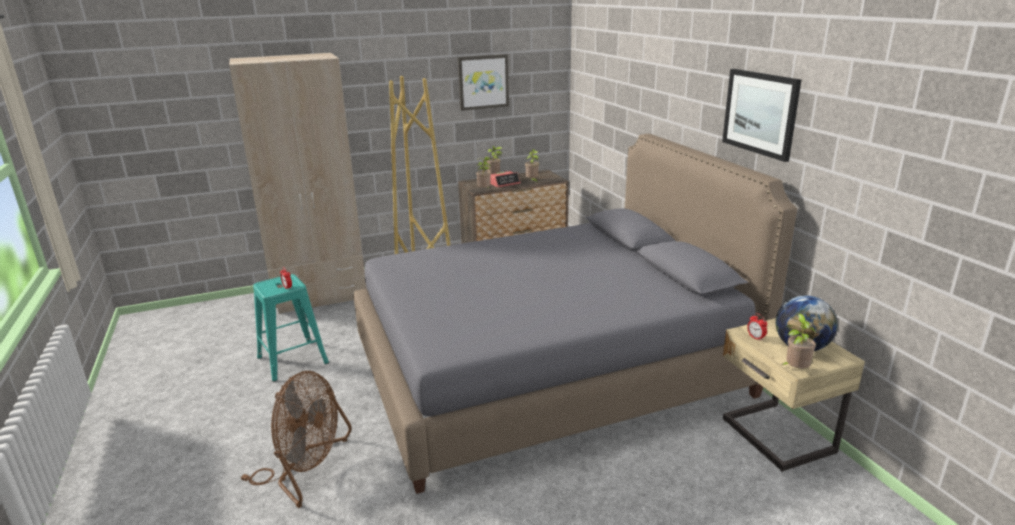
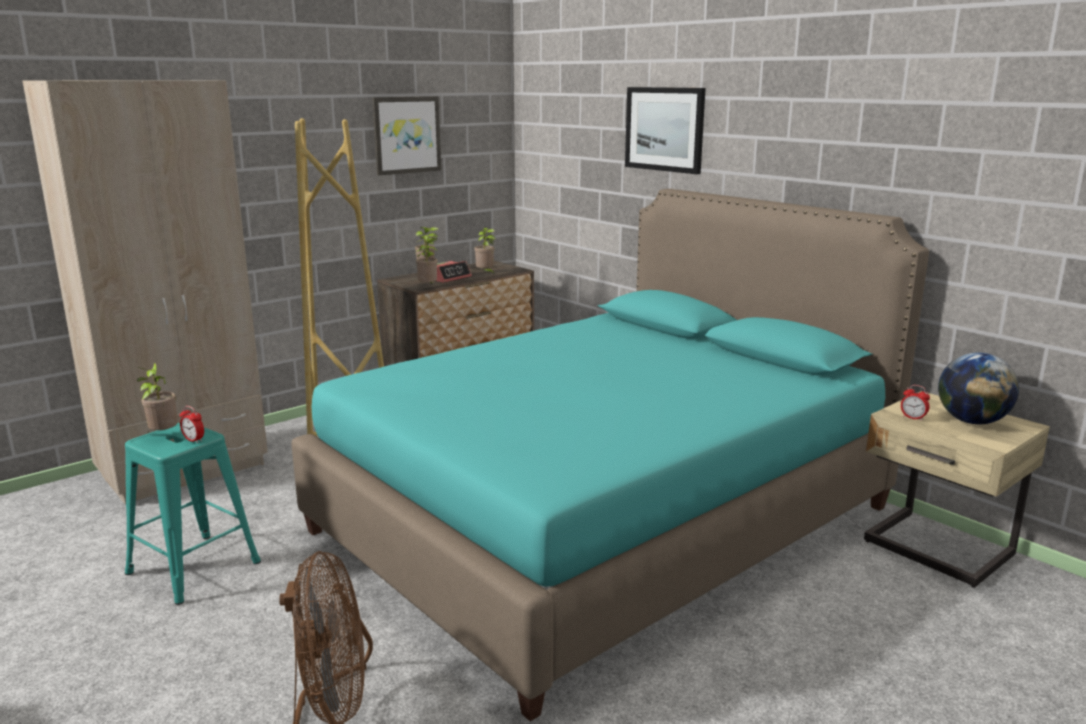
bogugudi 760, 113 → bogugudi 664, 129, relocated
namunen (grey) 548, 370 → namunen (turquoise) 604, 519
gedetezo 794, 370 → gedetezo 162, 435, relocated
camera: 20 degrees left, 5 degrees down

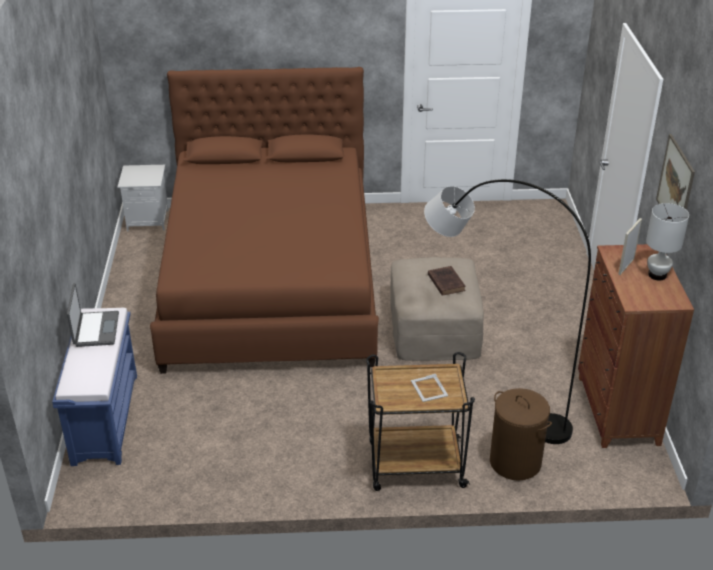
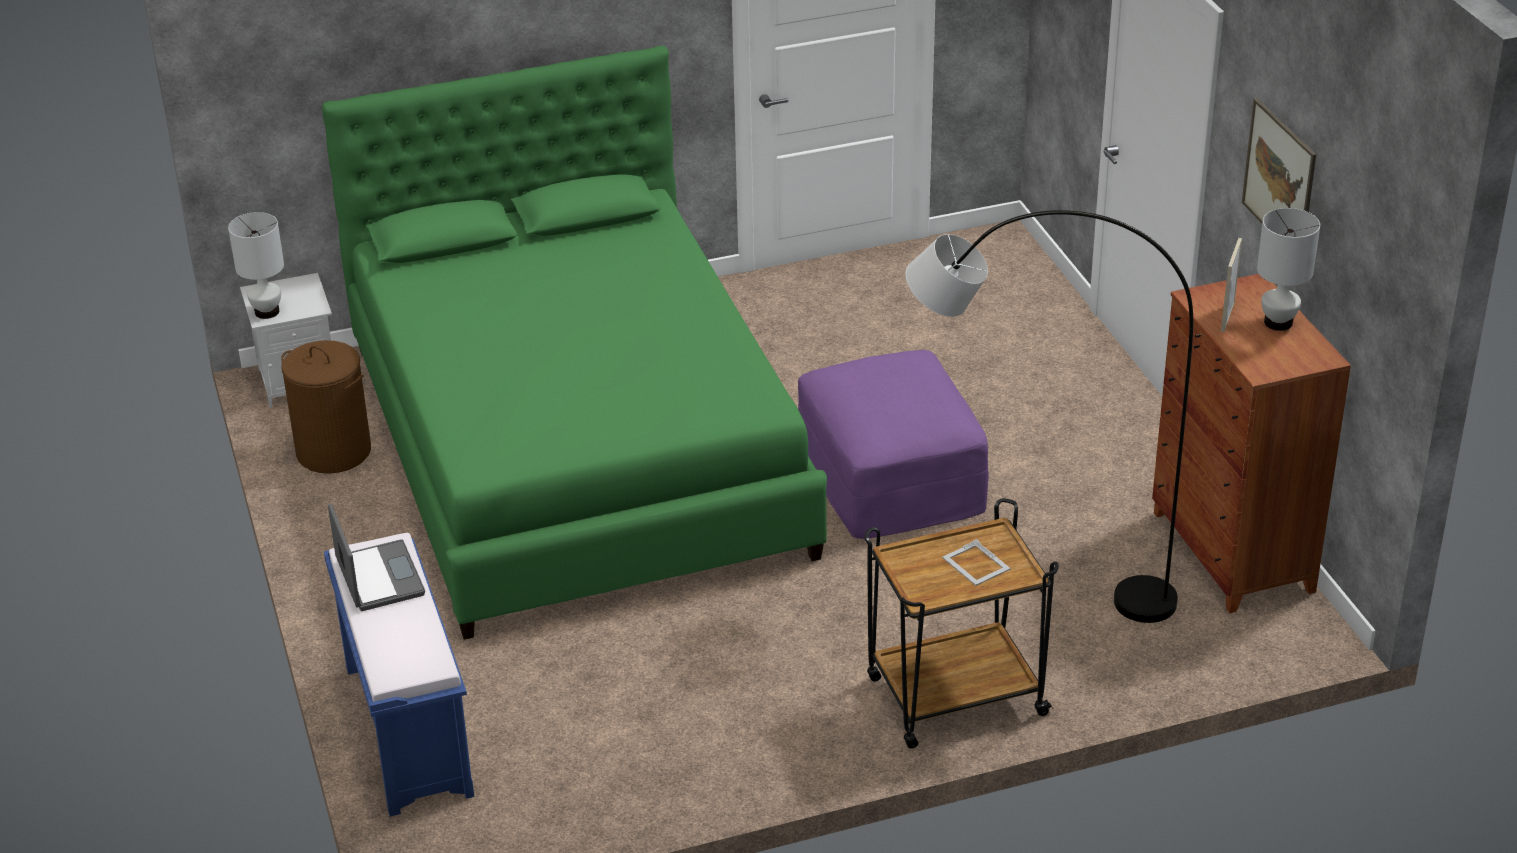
namunen (brown) 271, 280 → namunen (green) 577, 448
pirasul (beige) 434, 327 → pirasul (purple) 891, 475
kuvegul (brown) 445, 282 → -
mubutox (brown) 515, 462 → mubutox (brown) 334, 452, relocated
- → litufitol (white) 267, 311
camera: 15 degrees left, 0 degrees up

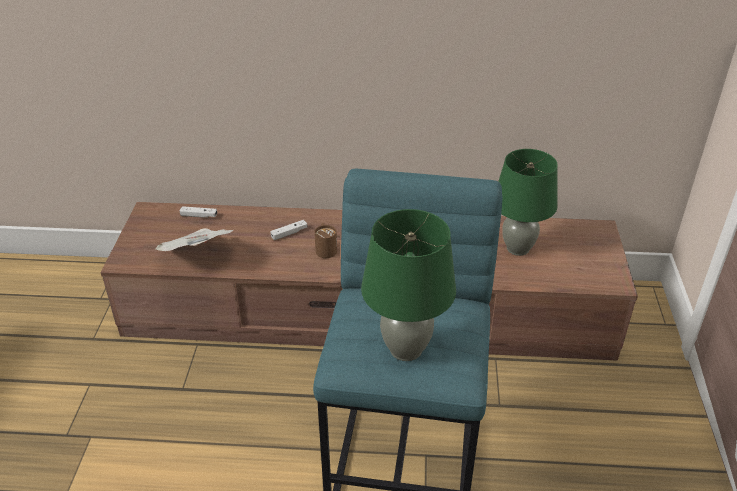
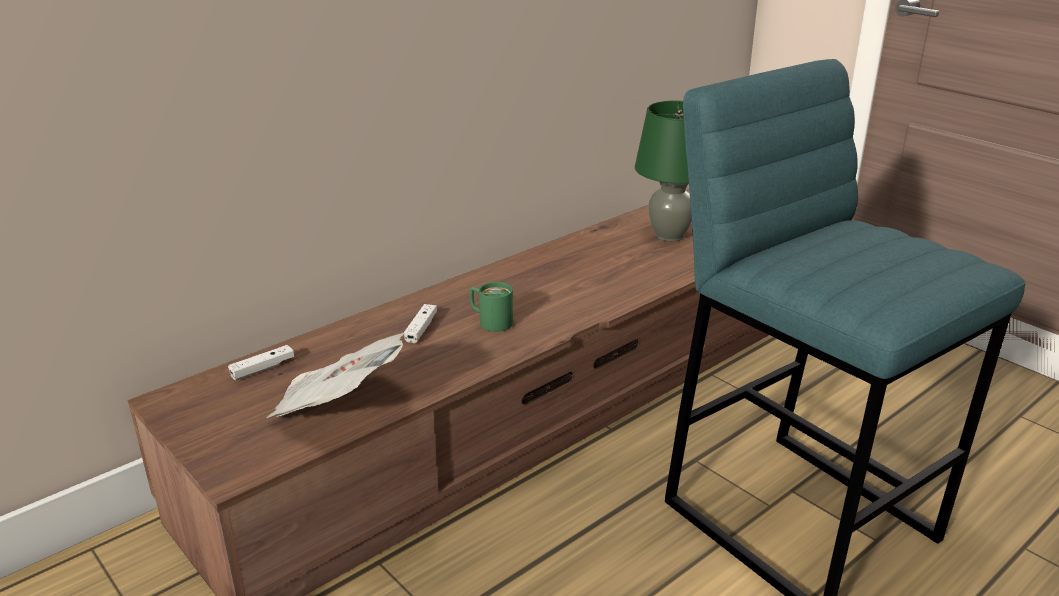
litufitol (green) 405, 349 → -
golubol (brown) 325, 248 → golubol (green) 490, 321
camera: 45 degrees left, 10 degrees down

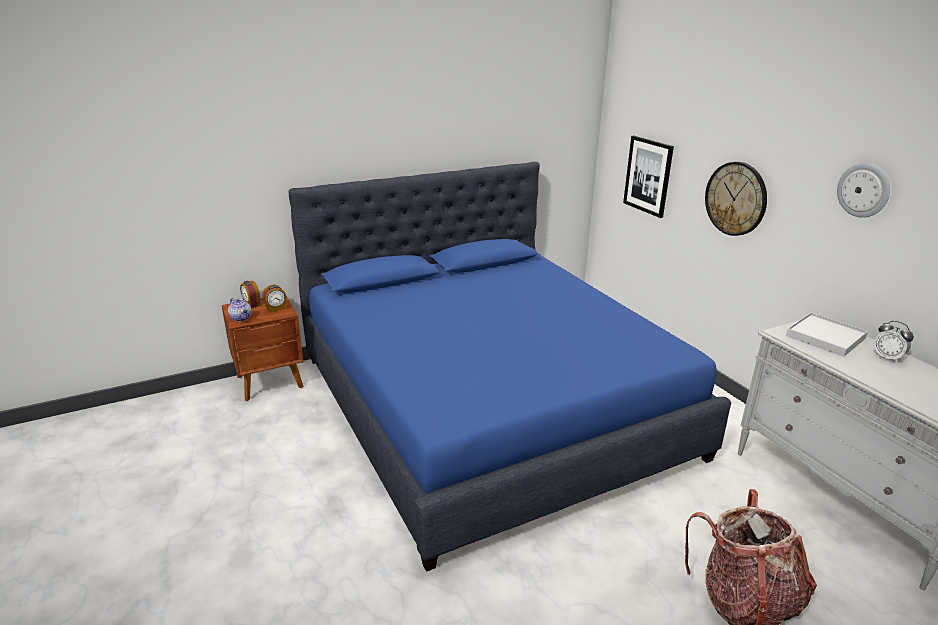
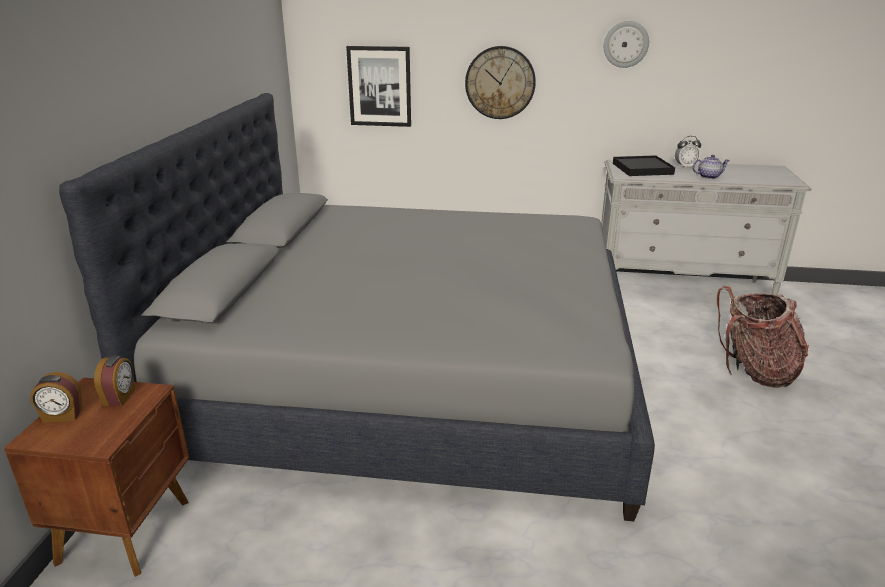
namunen (blue) 488, 404 → namunen (grey) 411, 375
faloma 241, 318 → faloma 708, 176, relocated
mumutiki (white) 825, 337 → mumutiki (black) 642, 169
camera: 55 degrees left, 0 degrees up

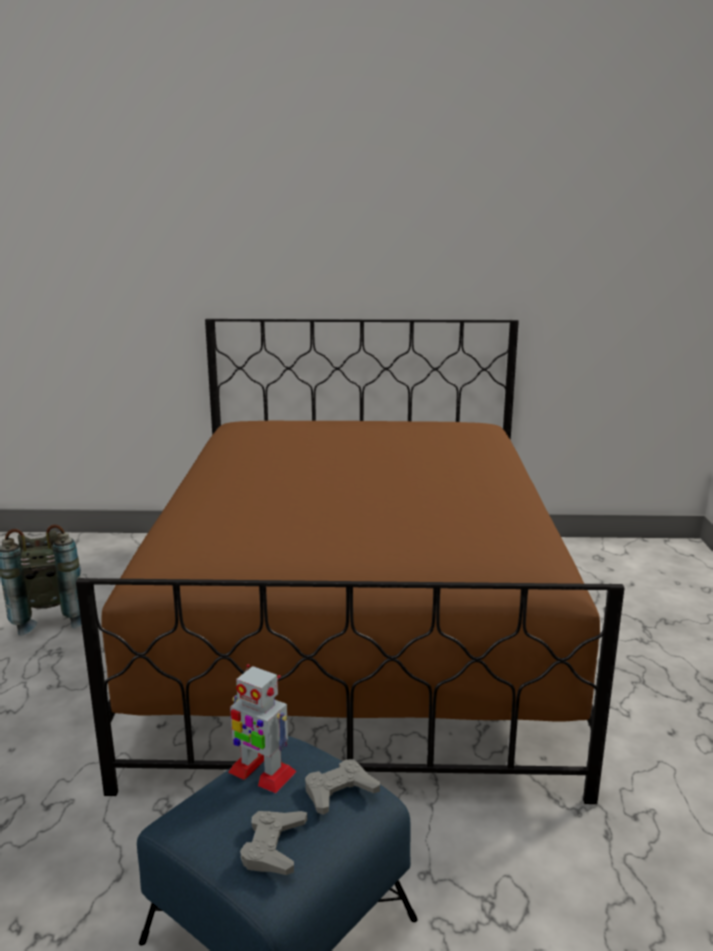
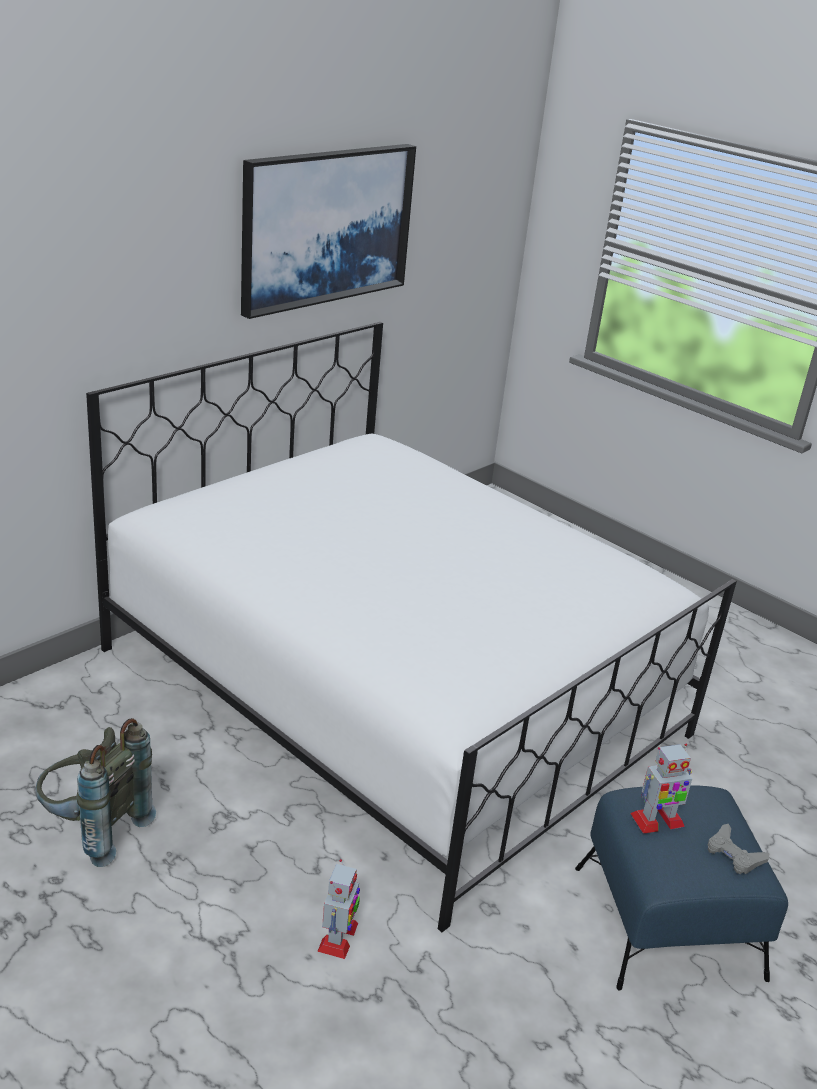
namunen (brown) 356, 632 → namunen (white) 391, 690
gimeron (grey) 339, 792 → -
- → bogugudi 326, 226
- → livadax 338, 938
camera: 50 degrees left, 10 degrees up

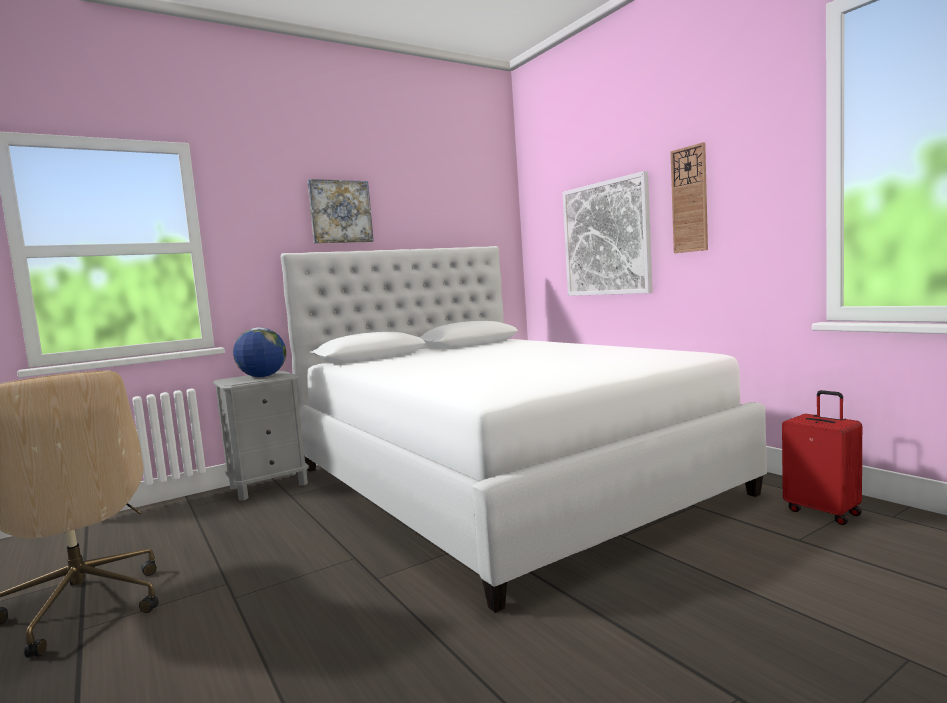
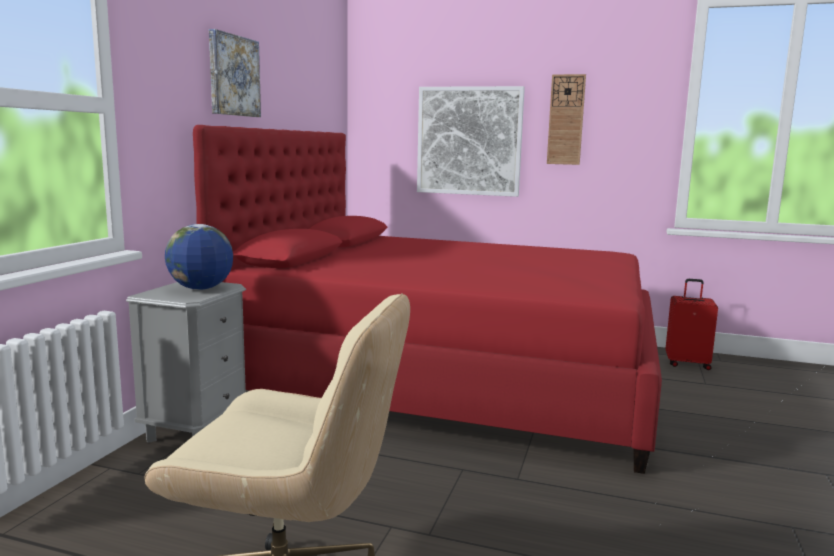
namunen (white) 501, 480 → namunen (red) 447, 378
camera: 40 degrees left, 5 degrees up

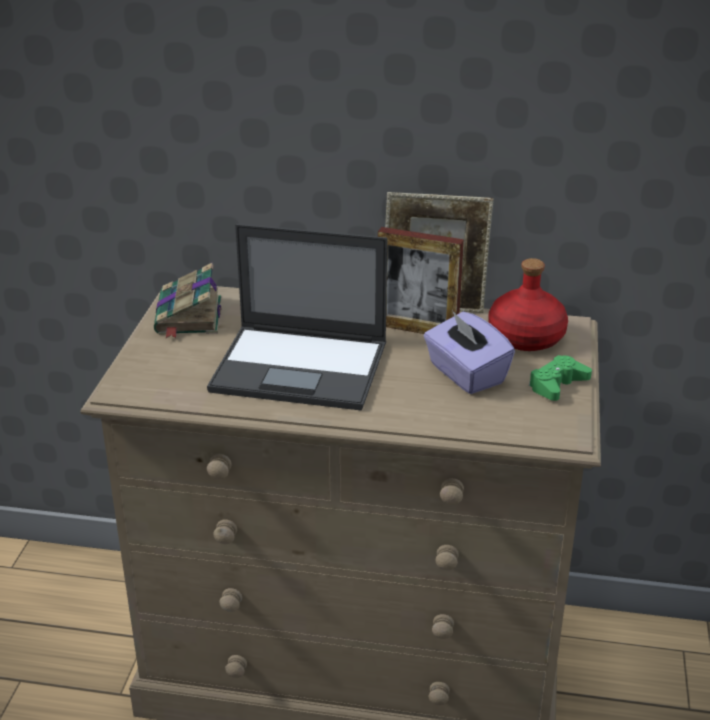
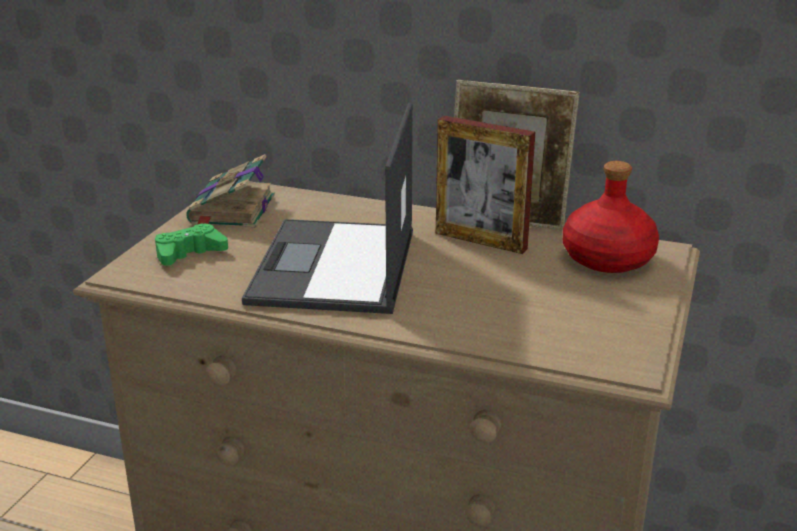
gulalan 302, 367 → gulalan 334, 268, 75 degrees clockwise
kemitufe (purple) 465, 374 → -
gimeron (green) 557, 385 → gimeron (green) 189, 253, relocated
camera: 10 degrees right, 5 degrees down

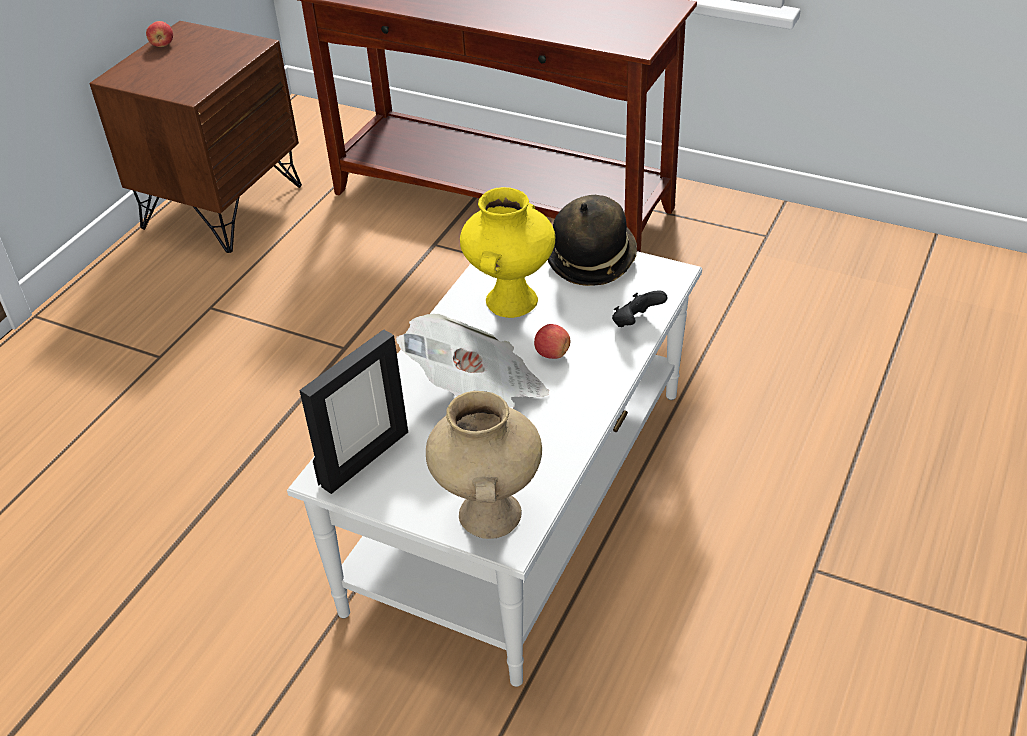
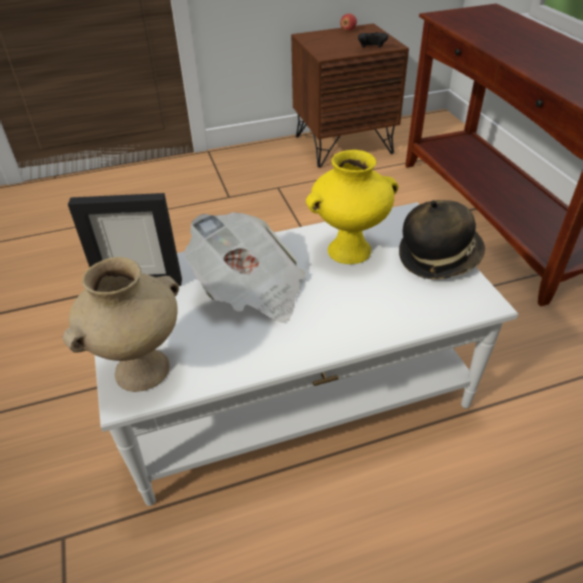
gimeron (black) 636, 323 → gimeron (black) 371, 49, relocated
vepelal 552, 354 → -
camera: 45 degrees right, 0 degrees up

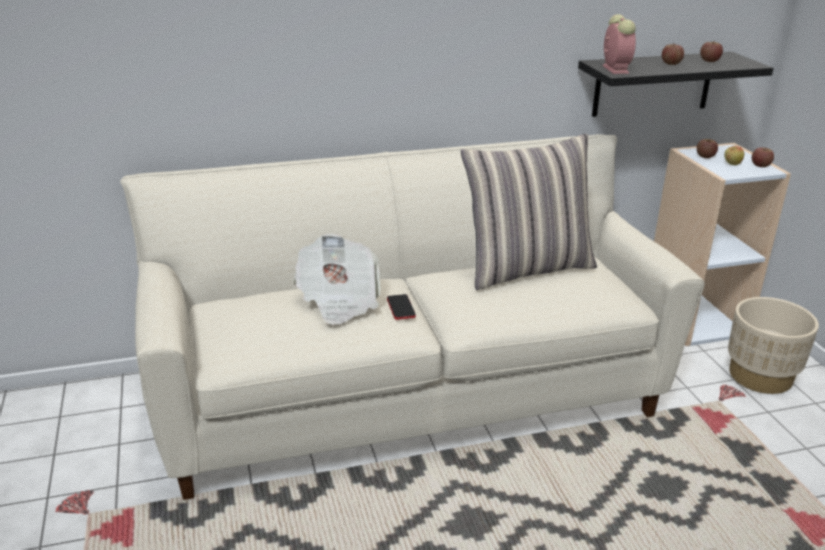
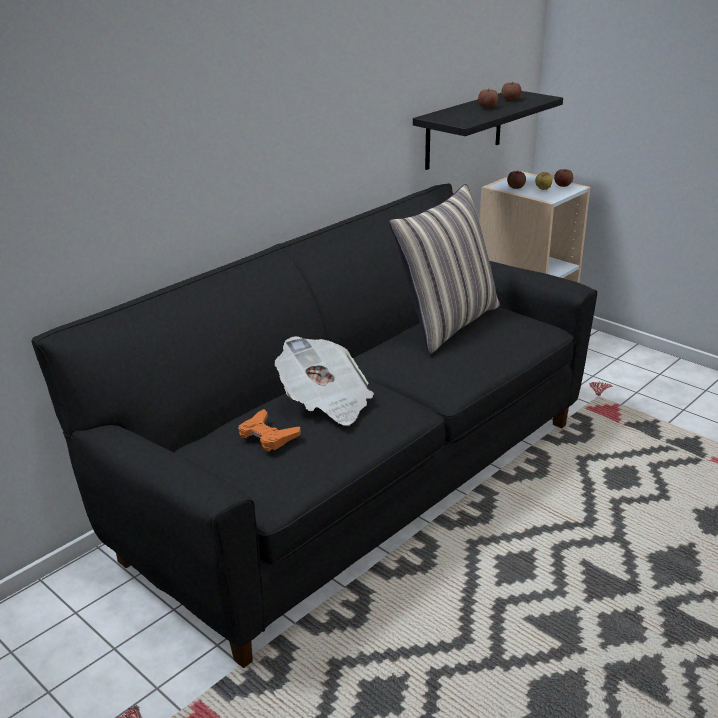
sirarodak 614, 69 → -
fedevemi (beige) 410, 396 → fedevemi (black) 361, 485
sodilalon 401, 308 → -
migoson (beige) 760, 376 → -
- → gimeron (orange) 267, 436
camera: 30 degrees left, 0 degrees up

